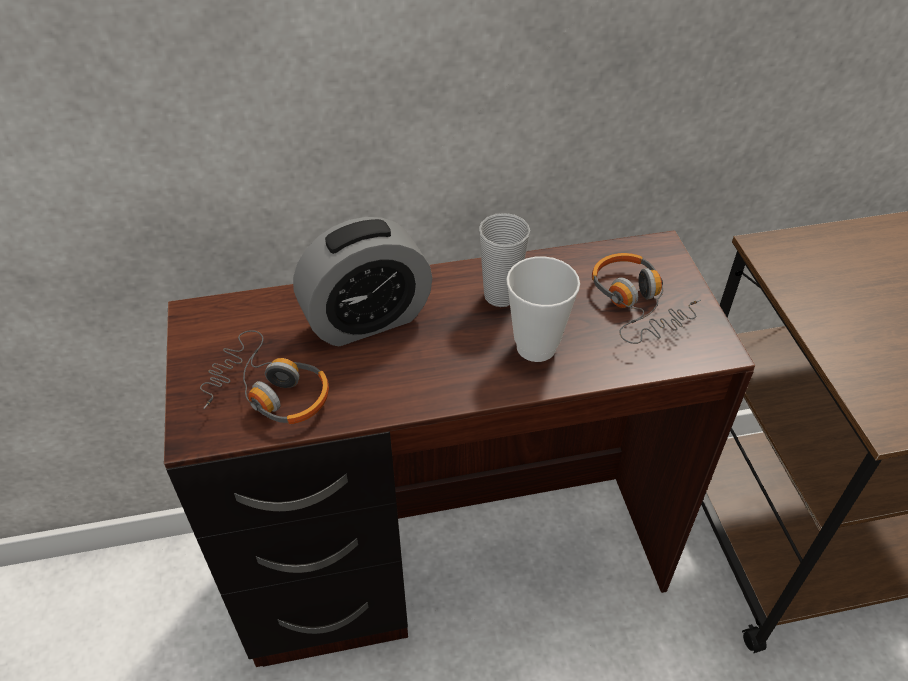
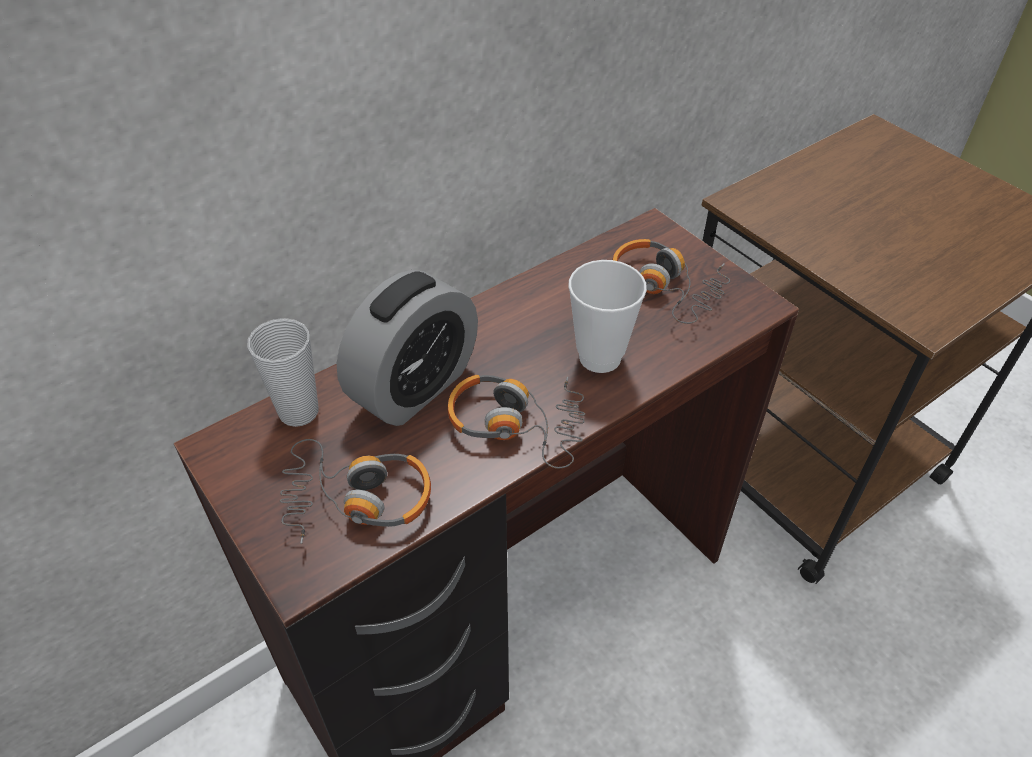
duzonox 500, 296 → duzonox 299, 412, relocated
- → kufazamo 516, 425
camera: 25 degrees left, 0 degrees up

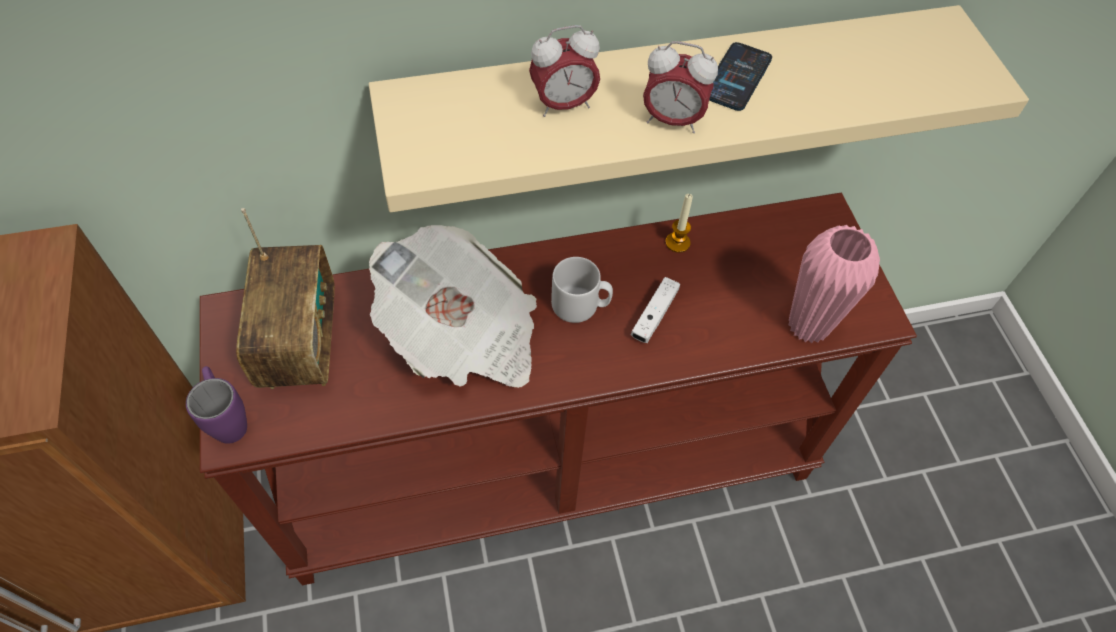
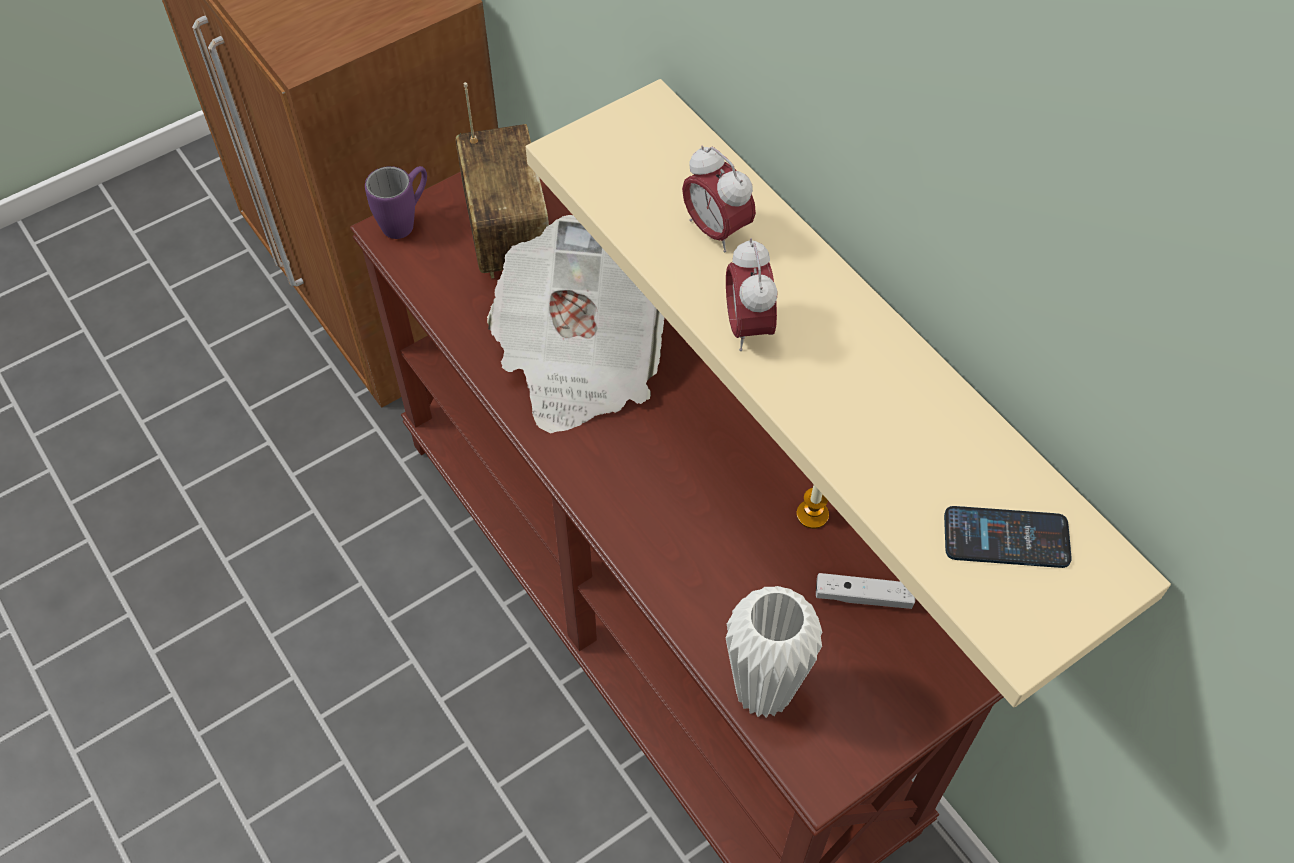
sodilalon 737, 77 → sodilalon 1006, 538, relocated
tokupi 300, 342 → tokupi 507, 234, 75 degrees counterclockwise
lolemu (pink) 808, 326 → lolemu (white) 763, 692
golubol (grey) 580, 305 → -
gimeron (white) 654, 315 → gimeron (white) 863, 596, relocated
camera: 70 degrees right, 0 degrees up

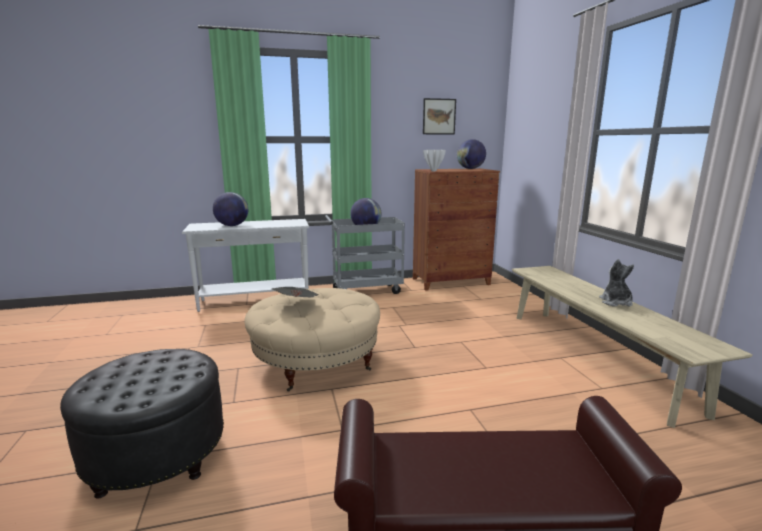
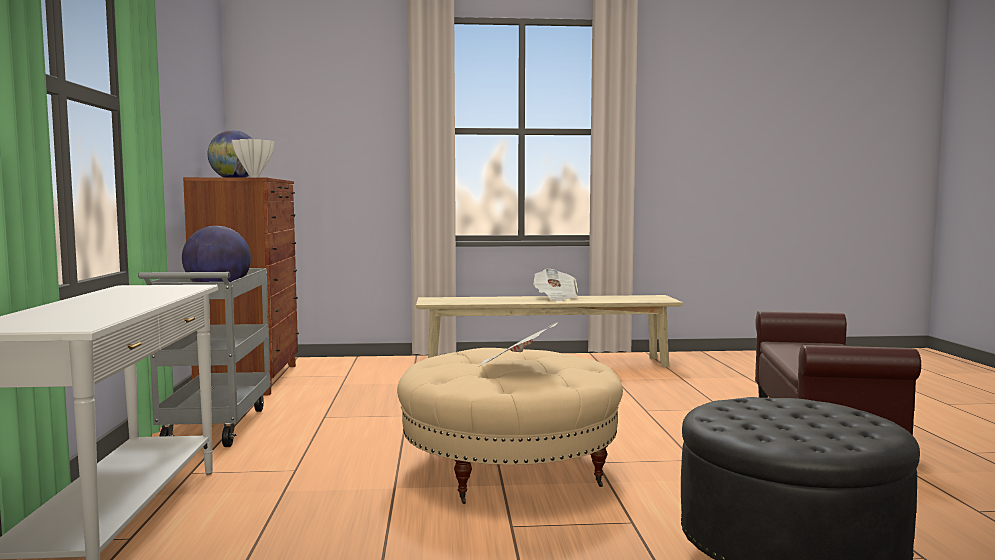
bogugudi 439, 116 → -
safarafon 232, 225 → -
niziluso 615, 302 → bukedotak 555, 298
camera: 80 degrees left, 10 degrees down

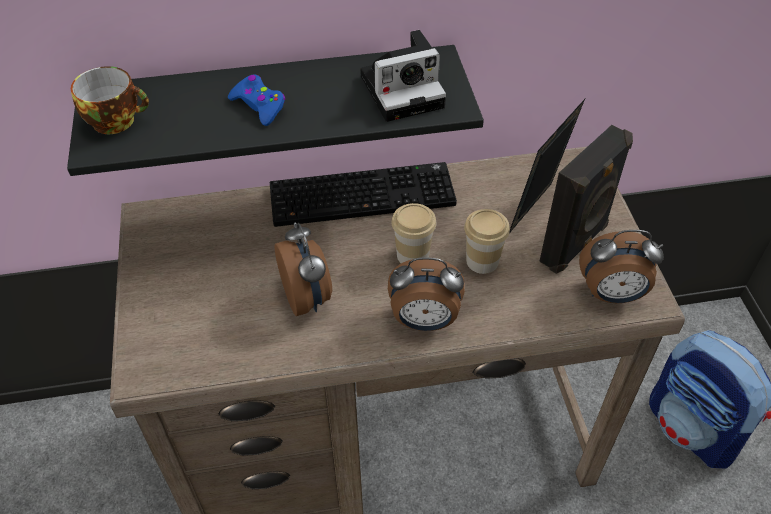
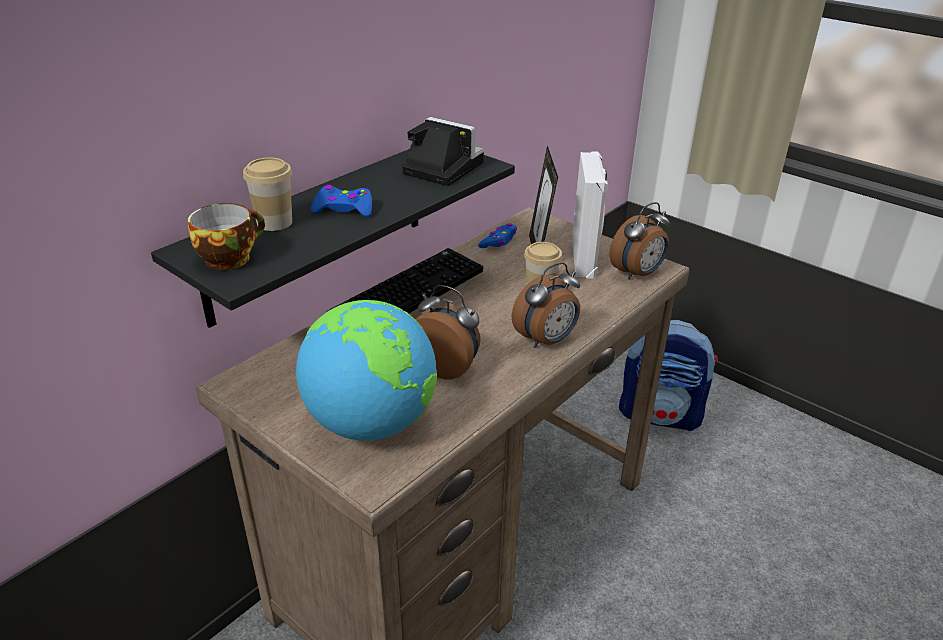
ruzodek 404, 90 → ruzodek 440, 168, 90 degrees counterclockwise
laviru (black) 575, 245 → laviru (white) 585, 259
duzonox 412, 255 → duzonox 274, 222, relocated
- → gimeron (blue) 498, 241
- → safarafon 371, 422
camera: 40 degrees left, 15 degrees down

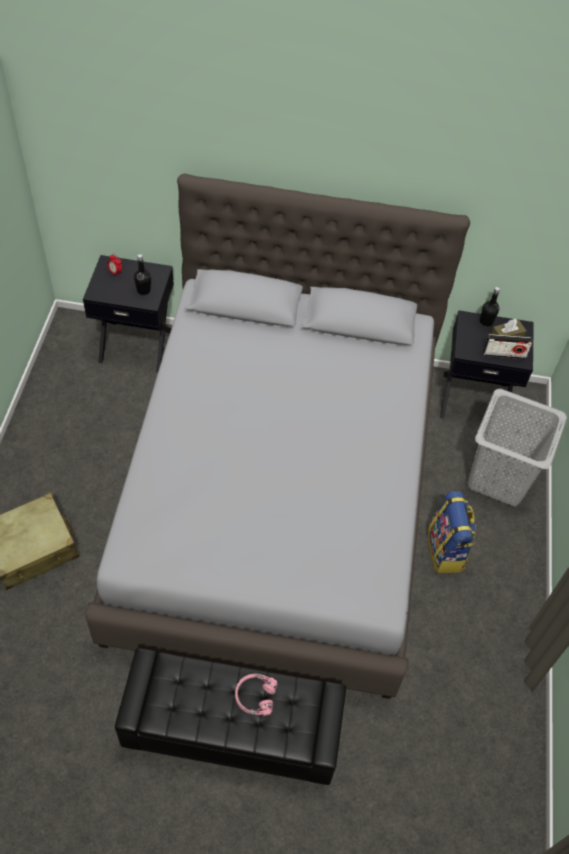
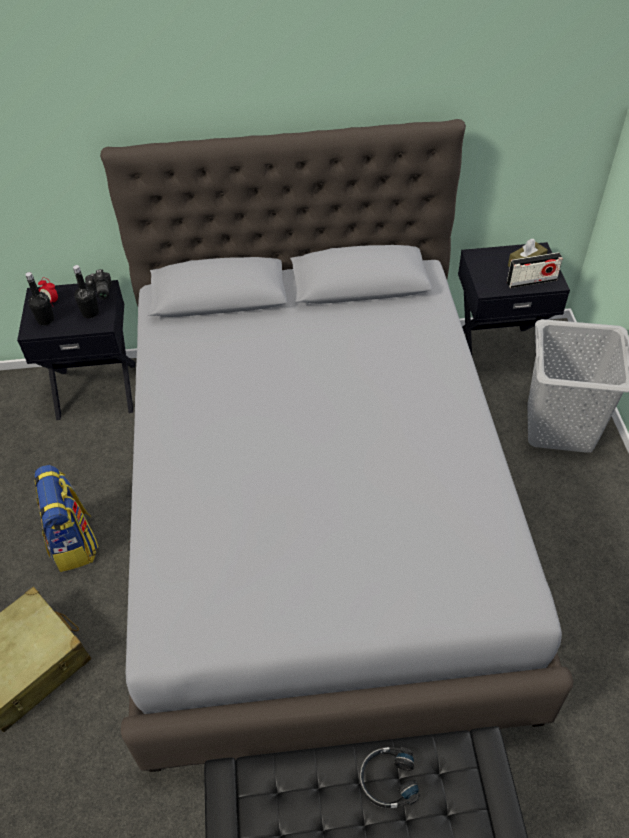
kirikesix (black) 486, 321 → kirikesix (black) 46, 320, relocated
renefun 446, 551 → renefun 74, 543, relocated
kufazamo (pink) 254, 696 → kufazamo (black) 387, 780
- → ruzodek 100, 292
camera: 10 degrees left, 5 degrees down

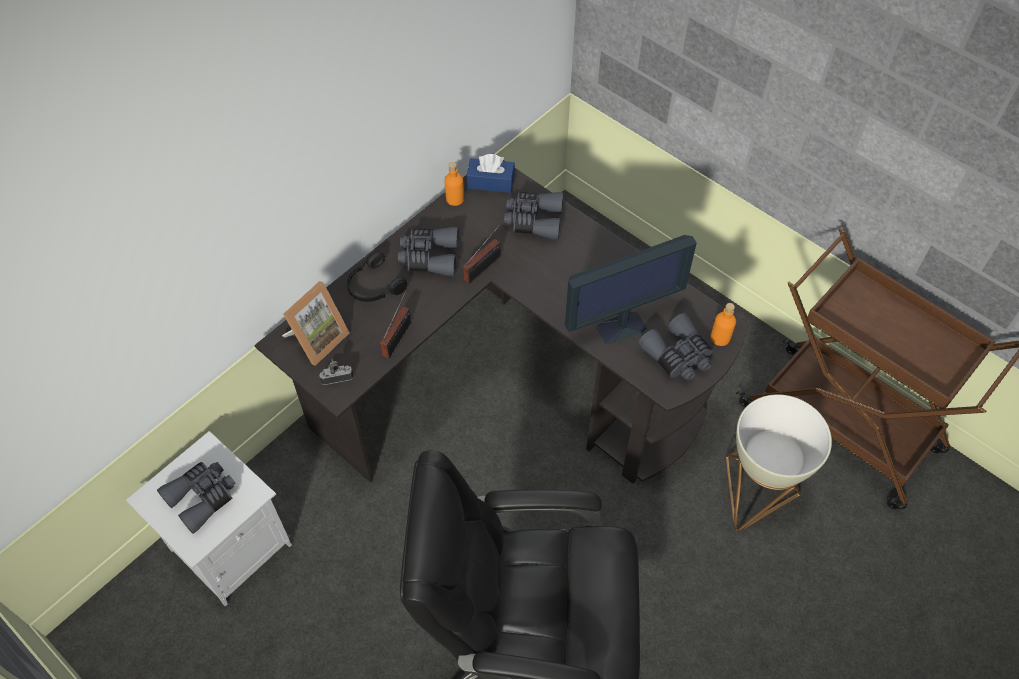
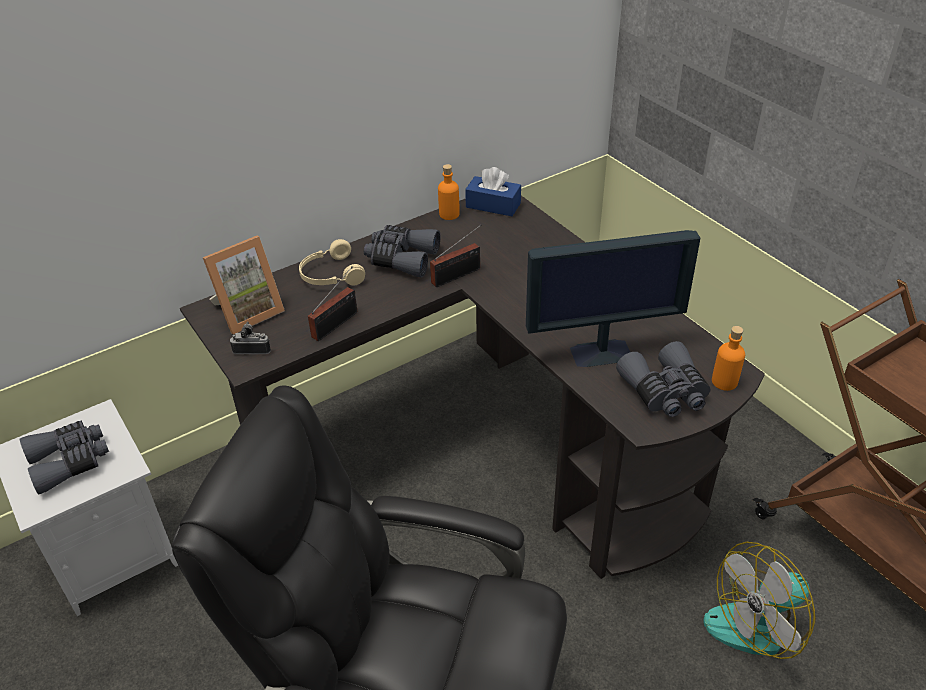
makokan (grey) 533, 220 → -
kufazamo (black) 373, 286 → kufazamo (beige) 330, 275
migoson 756, 493 → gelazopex 761, 621
camera: 15 degrees right, 15 degrees down

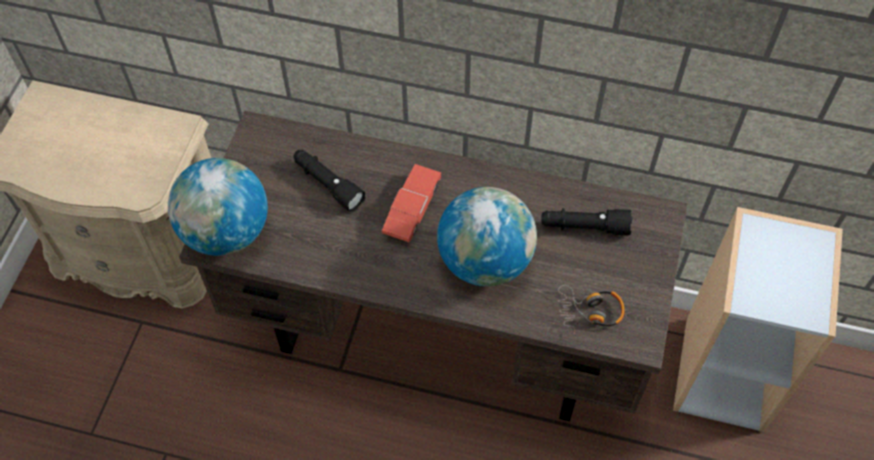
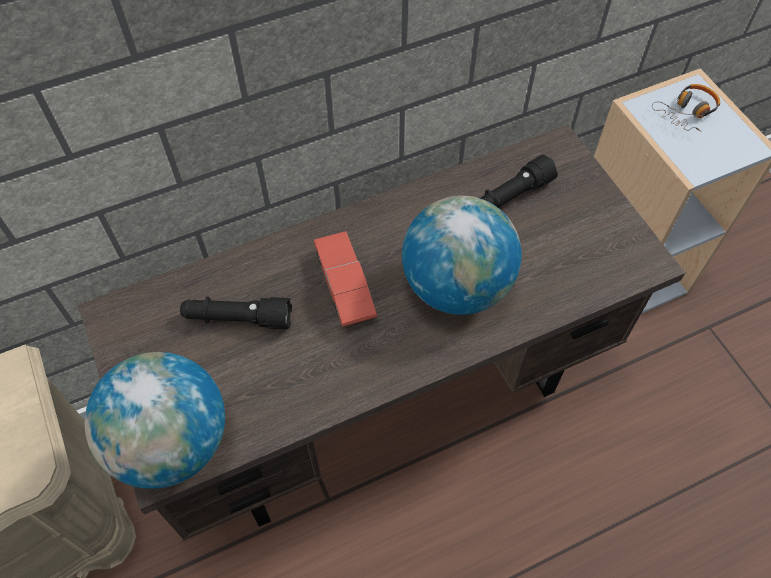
kufazamo 590, 312 → kufazamo 687, 112, relocated
camera: 40 degrees left, 0 degrees up

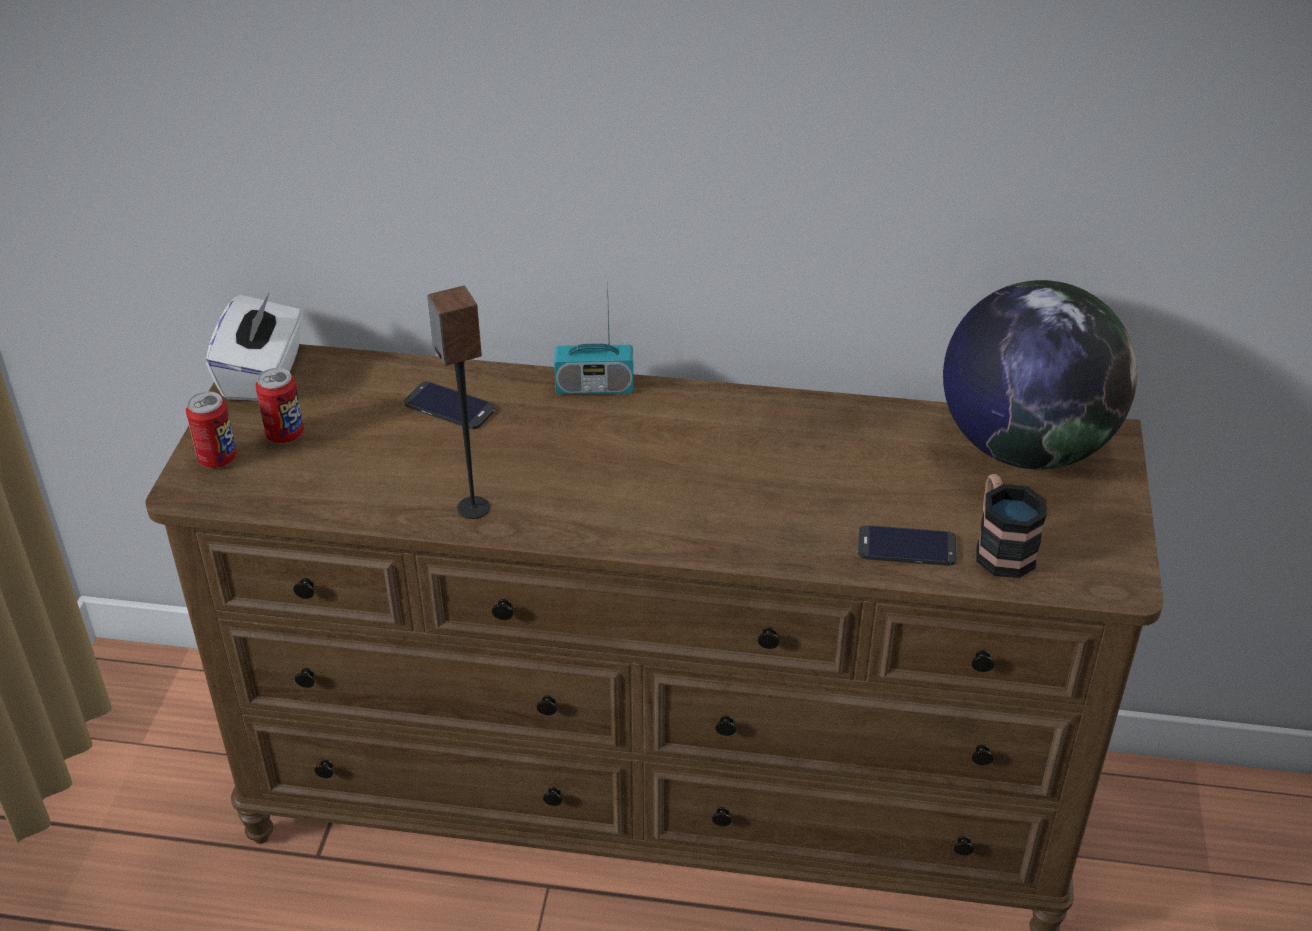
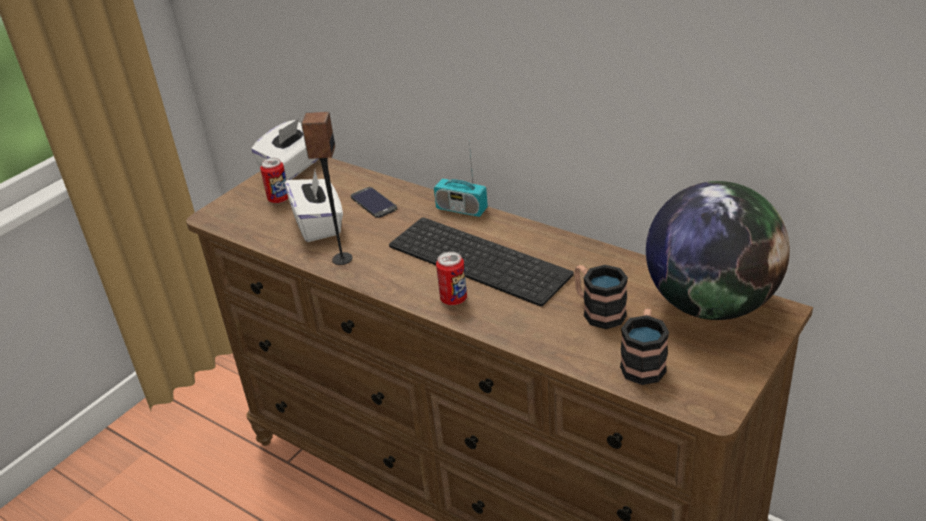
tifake 218, 459 → tifake 453, 299, relocated
sodilalon 906, 546 → -
- → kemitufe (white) 319, 224
- → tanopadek 482, 259
- → golubol 598, 311
camera: 30 degrees right, 5 degrees down

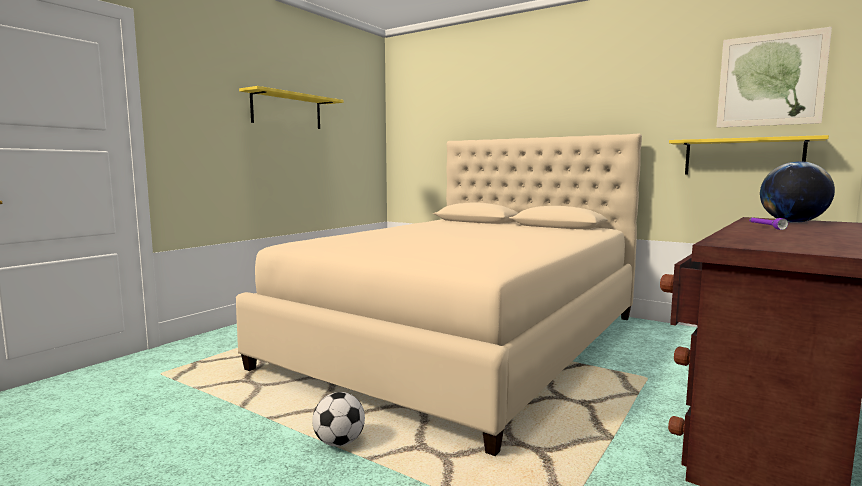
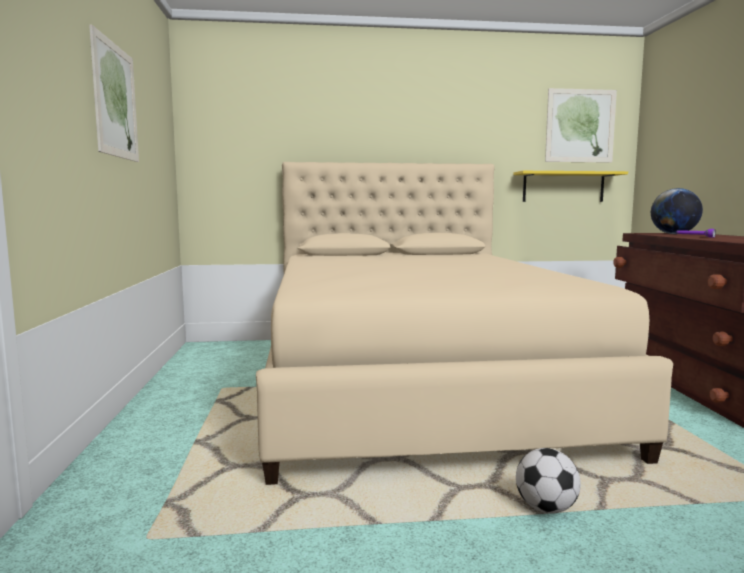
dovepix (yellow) 287, 110 → bogugudi 115, 101
camera: 40 degrees left, 0 degrees up

